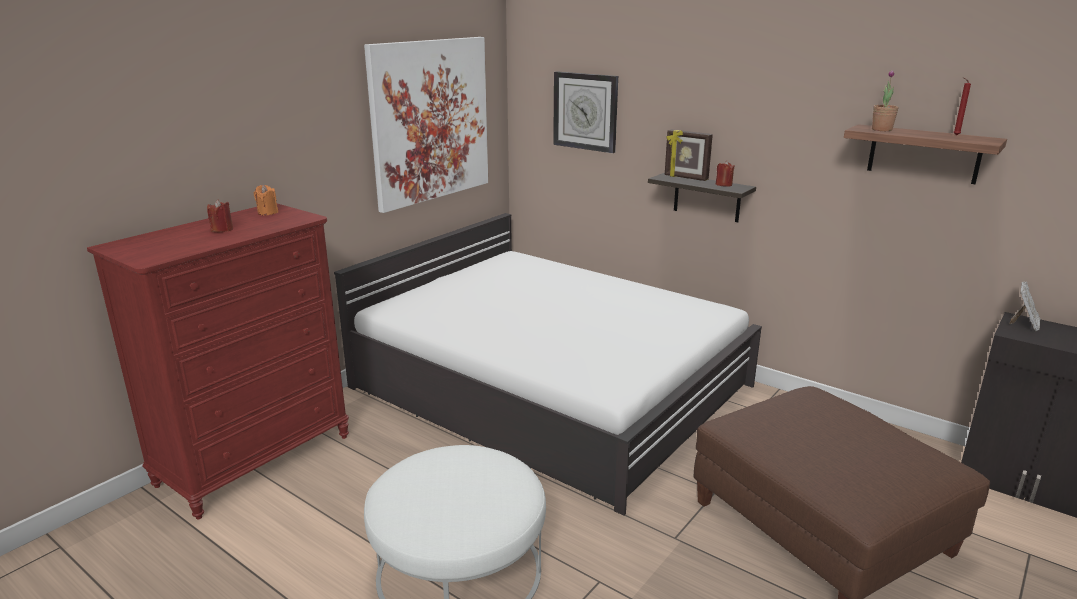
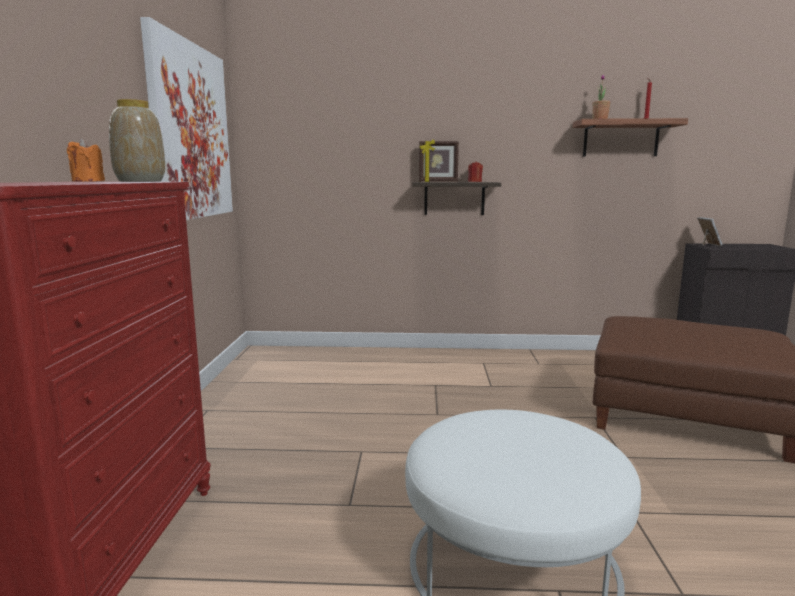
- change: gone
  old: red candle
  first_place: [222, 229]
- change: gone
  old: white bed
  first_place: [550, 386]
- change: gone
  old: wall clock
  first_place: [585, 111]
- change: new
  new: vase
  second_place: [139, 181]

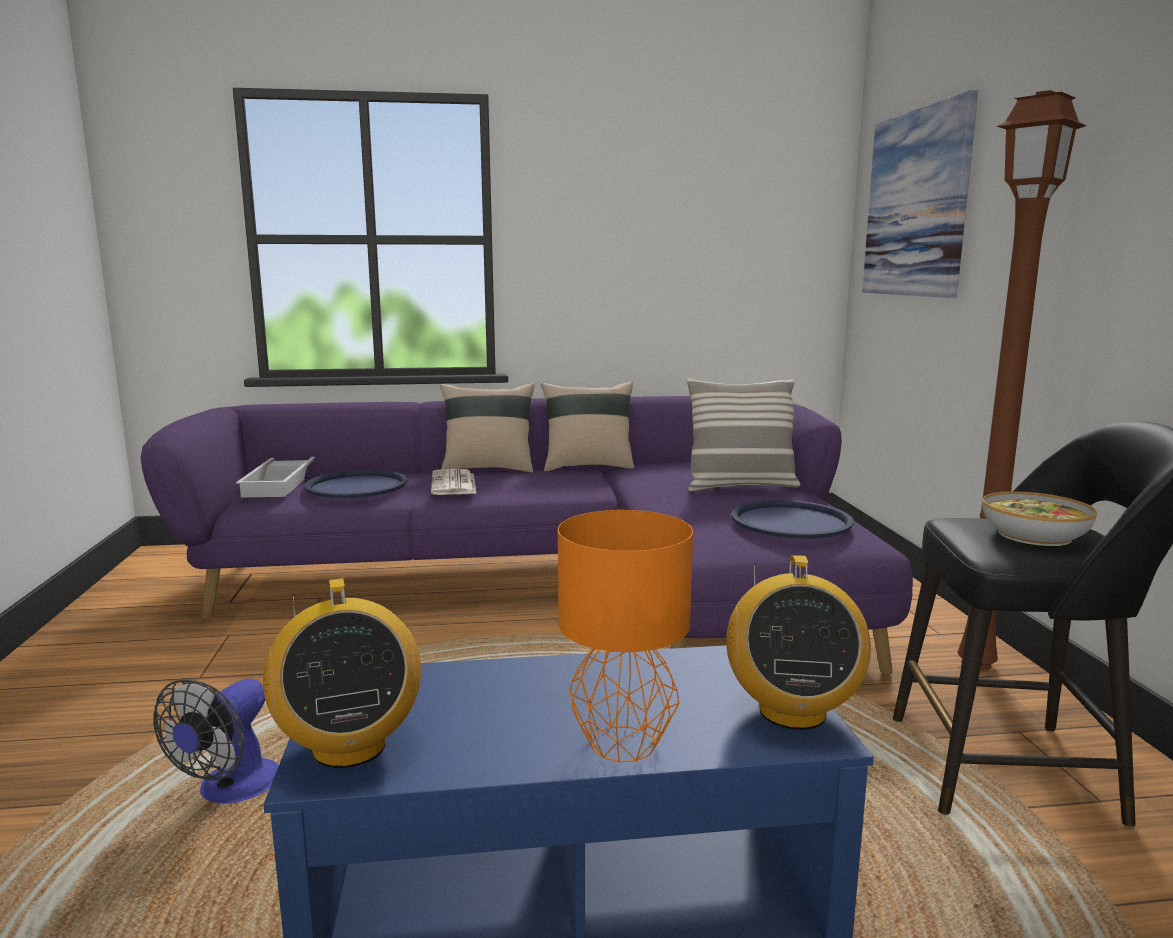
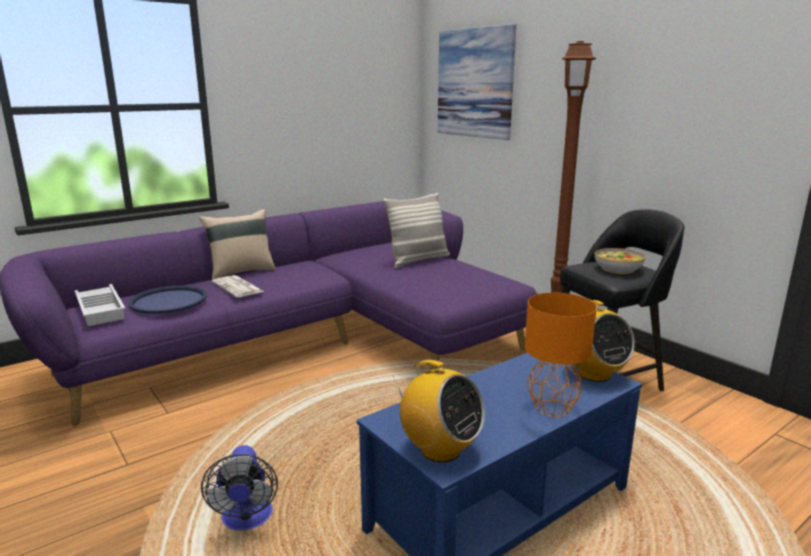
- change: gone
  old: beige pillow
  first_place: [588, 466]
- change: gone
  old: blue tray
  first_place: [790, 521]

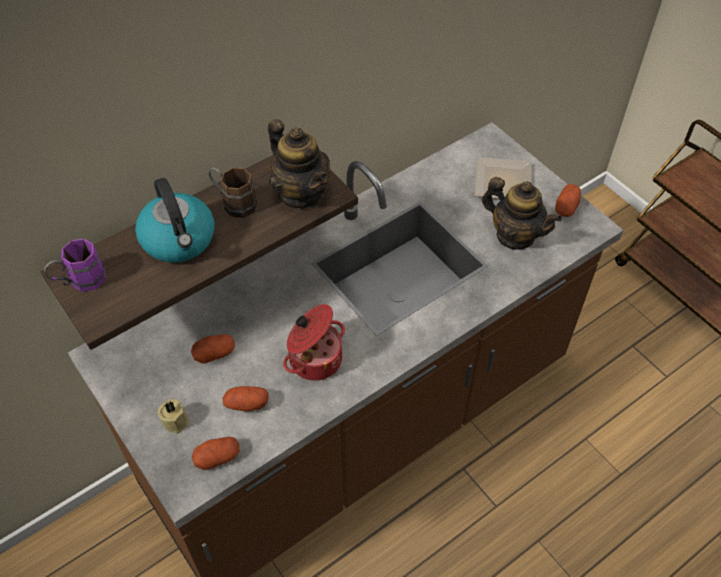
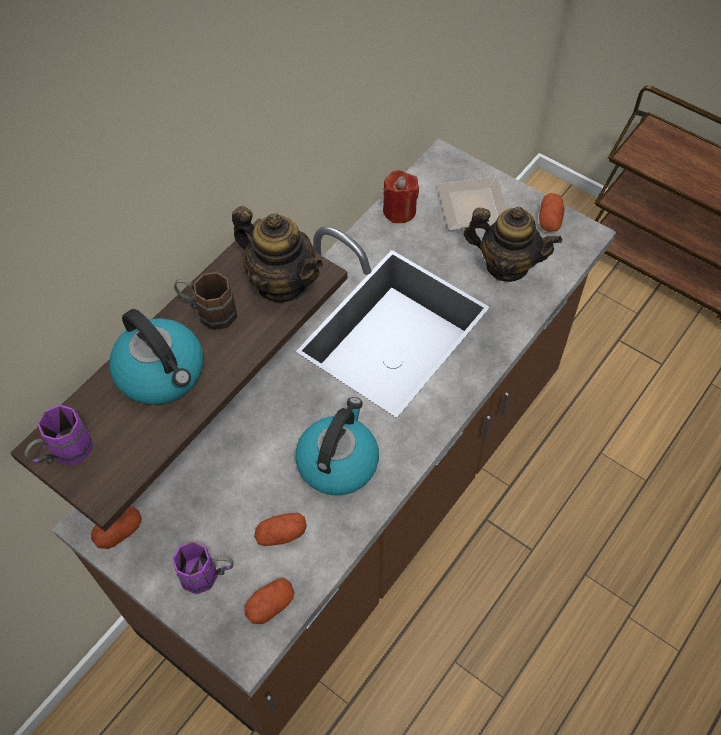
- change: swapped
  old: beige candle
  new: purple mug
  first_place: [176, 420]
  second_place: [208, 575]
- change: shifted
  old: potato
  first_place: [214, 353]
  second_place: [119, 532]
- change: swapped
  old: cooking pot
  new: kettle
  first_place: [314, 358]
  second_place: [338, 461]
- change: new
  new: red candle
  second_place: [399, 211]

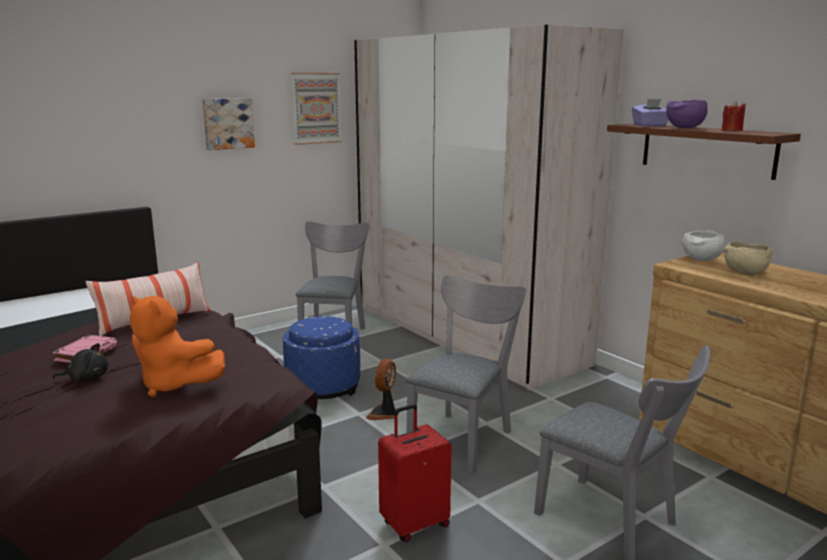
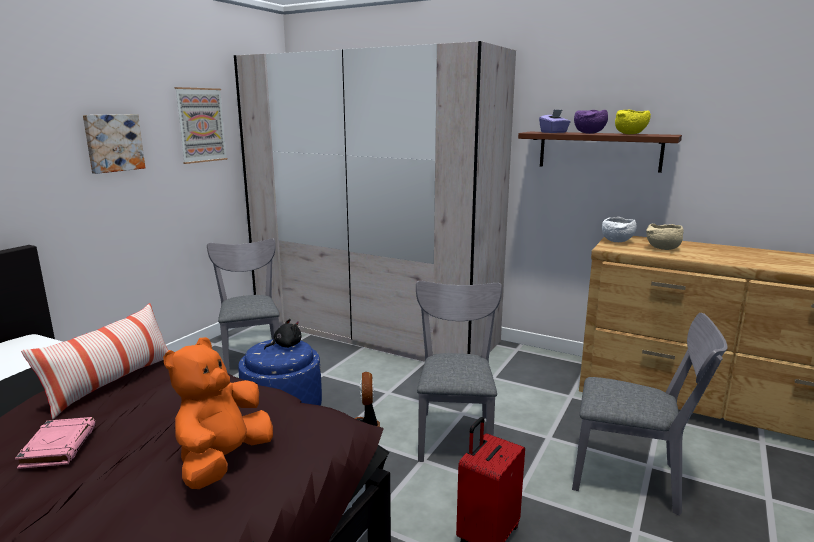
- change: shifted
  old: black plush toy
  first_place: [86, 379]
  second_place: [285, 345]
- change: rotated
  old: orange plush toy
  first_place: [174, 385]
  second_place: [223, 461]
  degrees: 105
- change: swapped
  old: red candle
  new: yellow bowl
  first_place: [731, 130]
  second_place: [630, 134]

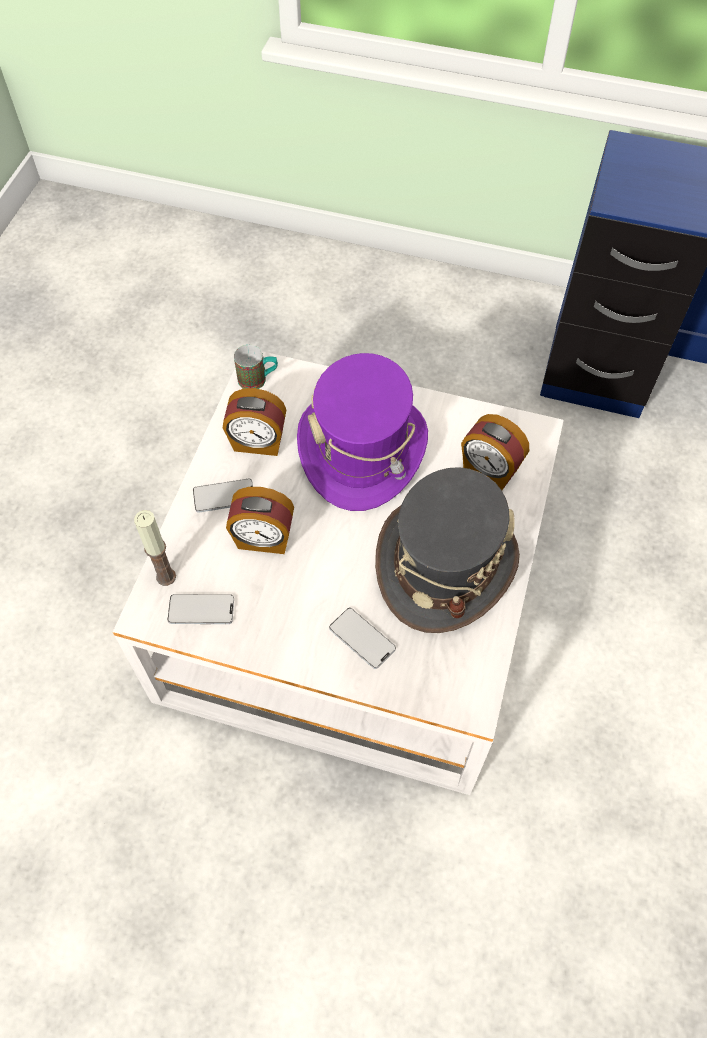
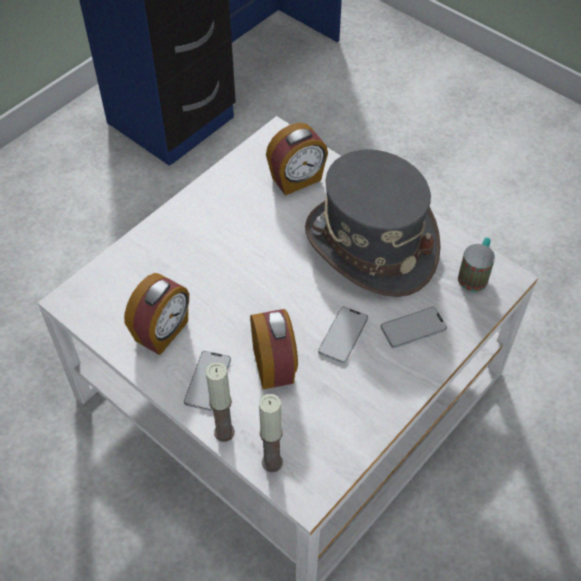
- change: shifted
  old: phone
  first_place: [201, 610]
  second_place: [343, 335]
- change: rotated
  old: alarm clock
  first_place: [263, 539]
  second_place: [274, 365]
  degrees: -45
- change: shifted
  old: mug
  first_place: [258, 380]
  second_place: [475, 274]
- change: gone
  old: purple hat
  first_place: [362, 450]
- change: new
  new: candle
  second_place: [224, 432]

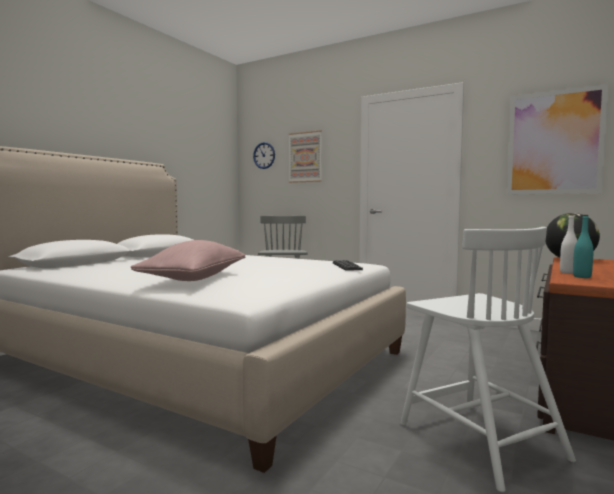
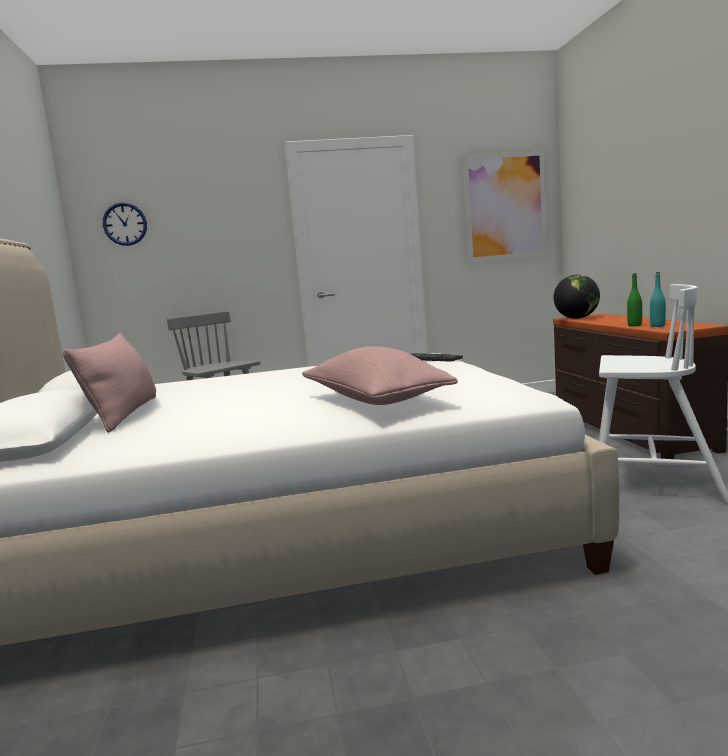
- change: gone
  old: picture
  first_place: [305, 157]
- change: repainted
  old: white bottle
  new: green bottle
  first_place: [568, 272]
  second_place: [634, 325]
- change: new
  new: pink pillow
  second_place: [124, 414]

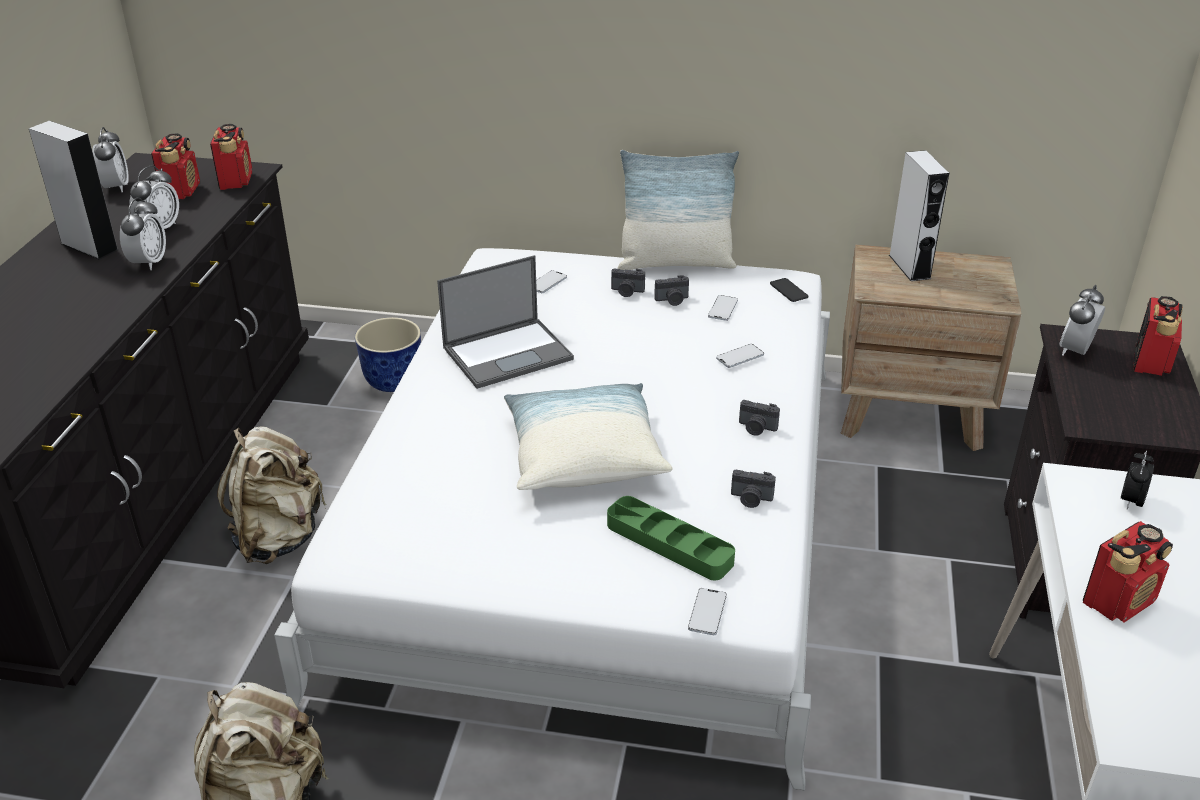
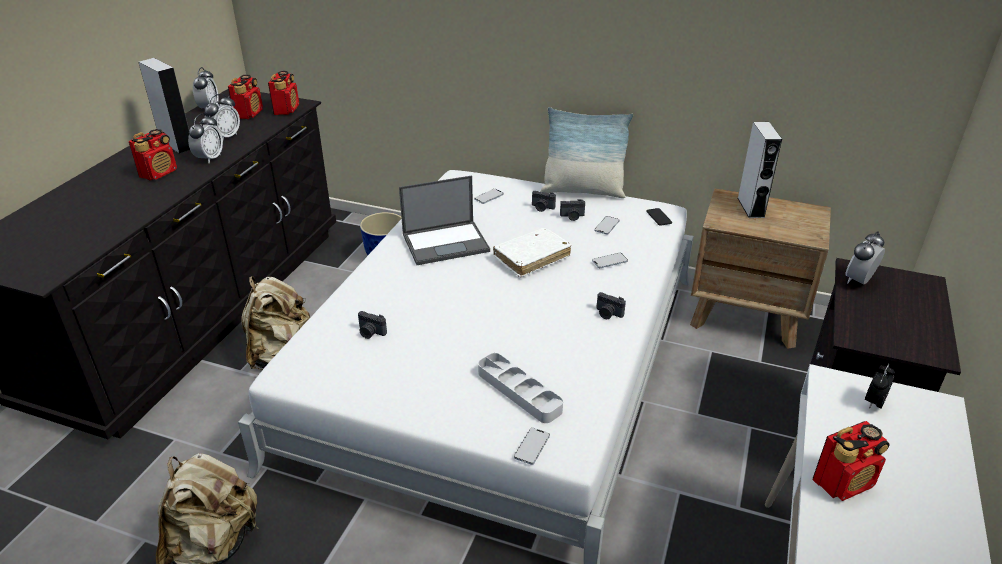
- change: gone
  old: pillow
  first_place: [583, 455]
- change: repainted
  old: green tray
  new: grey tray
  first_place: [669, 543]
  second_place: [519, 391]
- change: shifted
  old: photo camera
  first_place: [751, 499]
  second_place: [370, 333]
- change: shifted
  old: radio
  first_place: [1151, 362]
  second_place: [159, 173]
- change: new
  new: white book
  second_place: [532, 258]

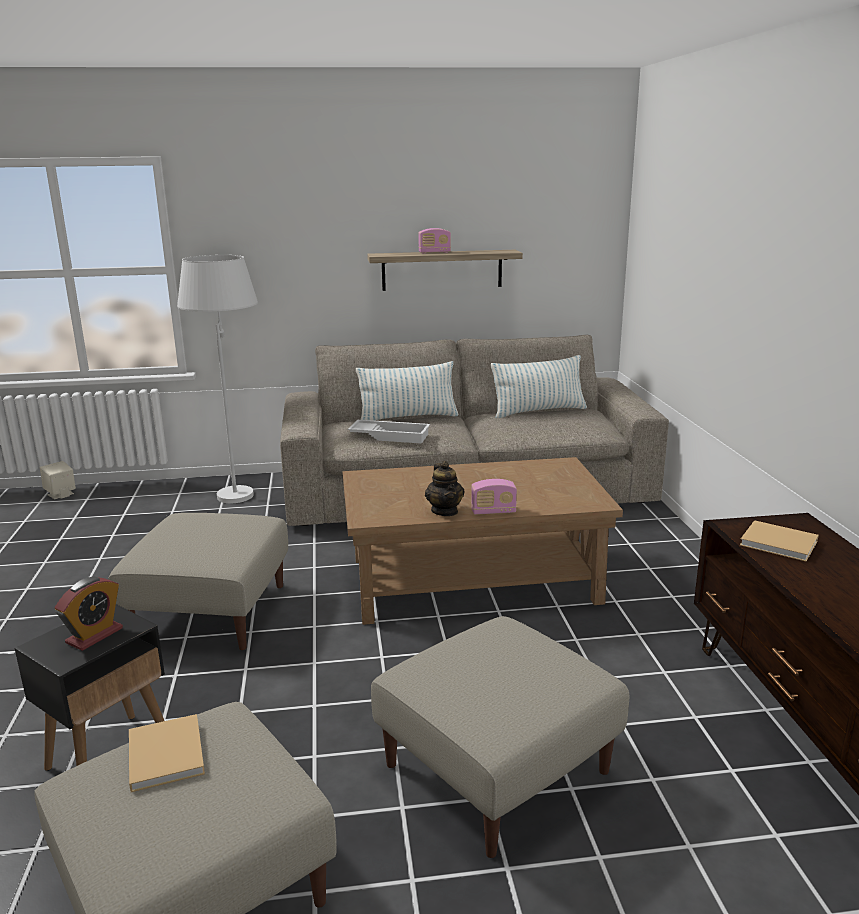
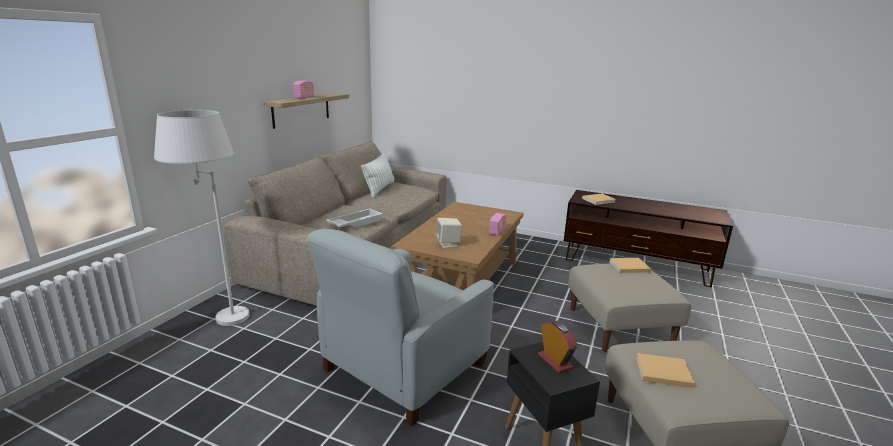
- change: shifted
  old: beige speaker
  first_place: [60, 494]
  second_place: [448, 244]
- change: swapped
  old: beige ottoman
  new: grey armchair
  first_place: [210, 611]
  second_place: [403, 368]
- change: gone
  old: pillow
  first_place: [408, 418]
- change: gone
  old: teapot
  first_place: [445, 511]
- change: new
  new: beige book
  second_place: [628, 266]

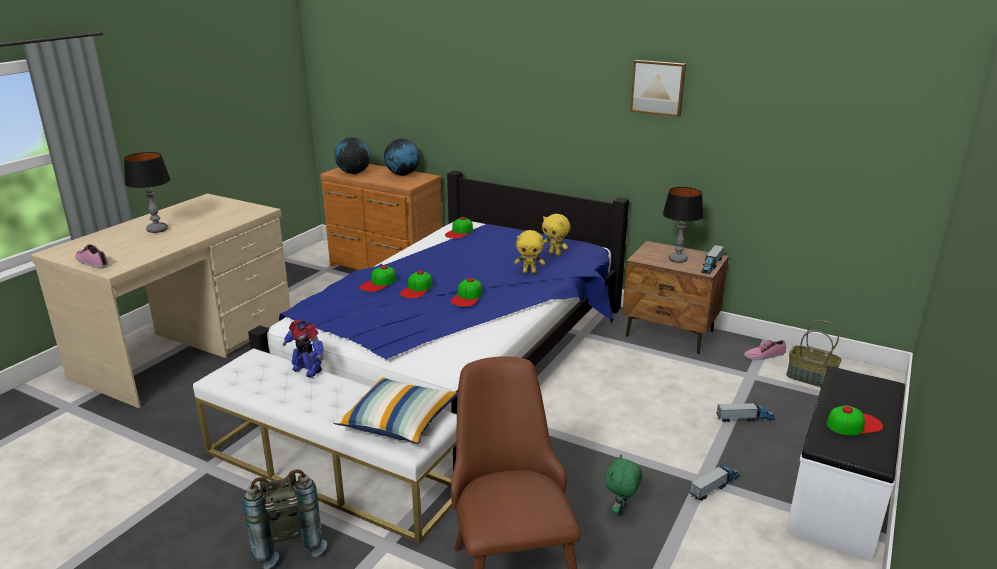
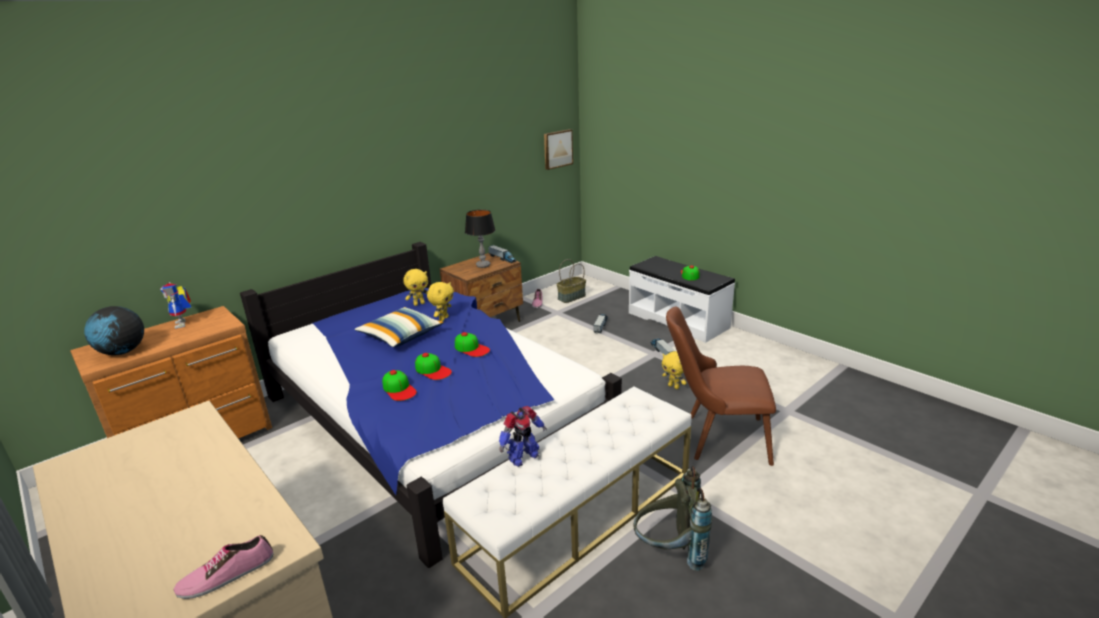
- change: gone
  old: table lamp
  first_place: [157, 230]
- change: shifted
  old: pillow
  first_place: [398, 422]
  second_place: [401, 336]
- change: swapped
  old: globe
  new: toy robot
  first_place: [402, 174]
  second_place: [184, 324]
- change: gone
  old: cap
  first_place: [459, 232]
- change: repainted
  old: green plush toy
  new: yellow plush toy
  first_place: [621, 510]
  second_place: [674, 386]
- change: shifted
  old: picture
  first_place: [658, 87]
  second_place: [557, 149]

